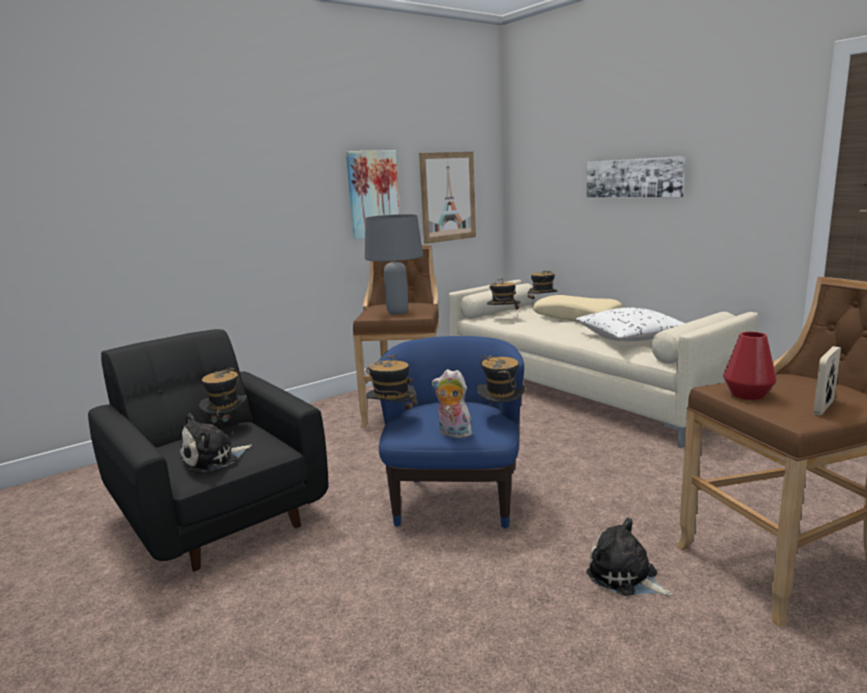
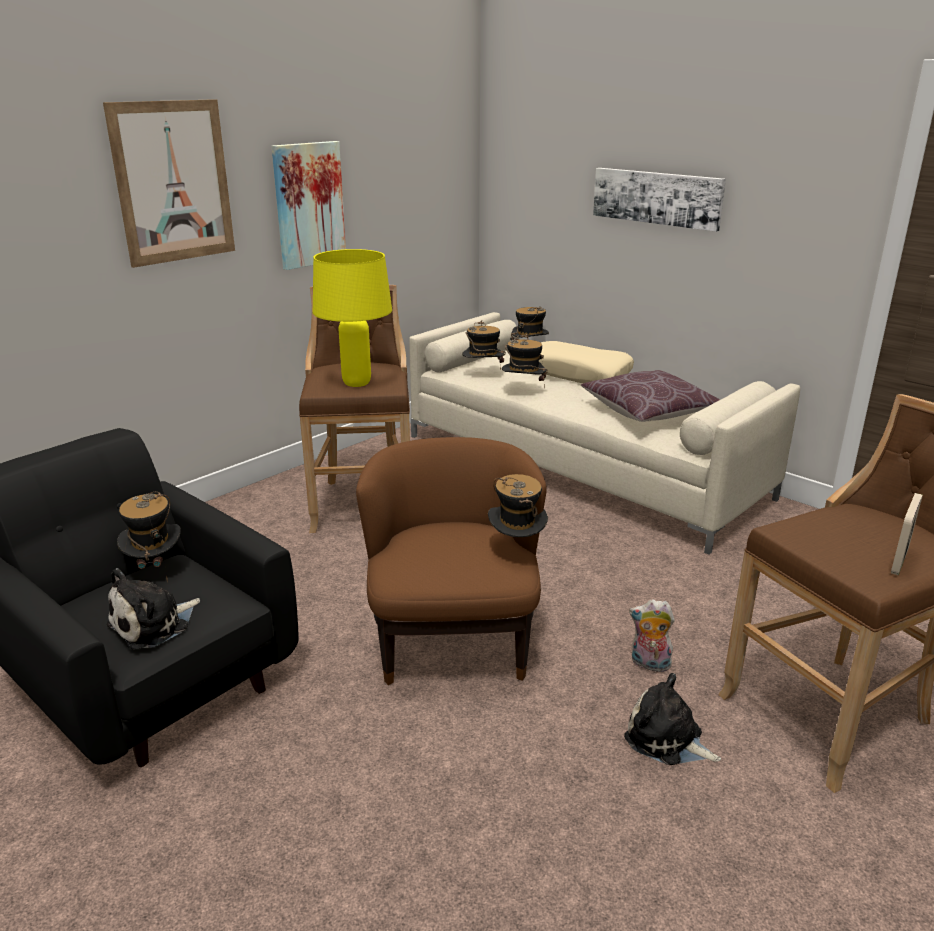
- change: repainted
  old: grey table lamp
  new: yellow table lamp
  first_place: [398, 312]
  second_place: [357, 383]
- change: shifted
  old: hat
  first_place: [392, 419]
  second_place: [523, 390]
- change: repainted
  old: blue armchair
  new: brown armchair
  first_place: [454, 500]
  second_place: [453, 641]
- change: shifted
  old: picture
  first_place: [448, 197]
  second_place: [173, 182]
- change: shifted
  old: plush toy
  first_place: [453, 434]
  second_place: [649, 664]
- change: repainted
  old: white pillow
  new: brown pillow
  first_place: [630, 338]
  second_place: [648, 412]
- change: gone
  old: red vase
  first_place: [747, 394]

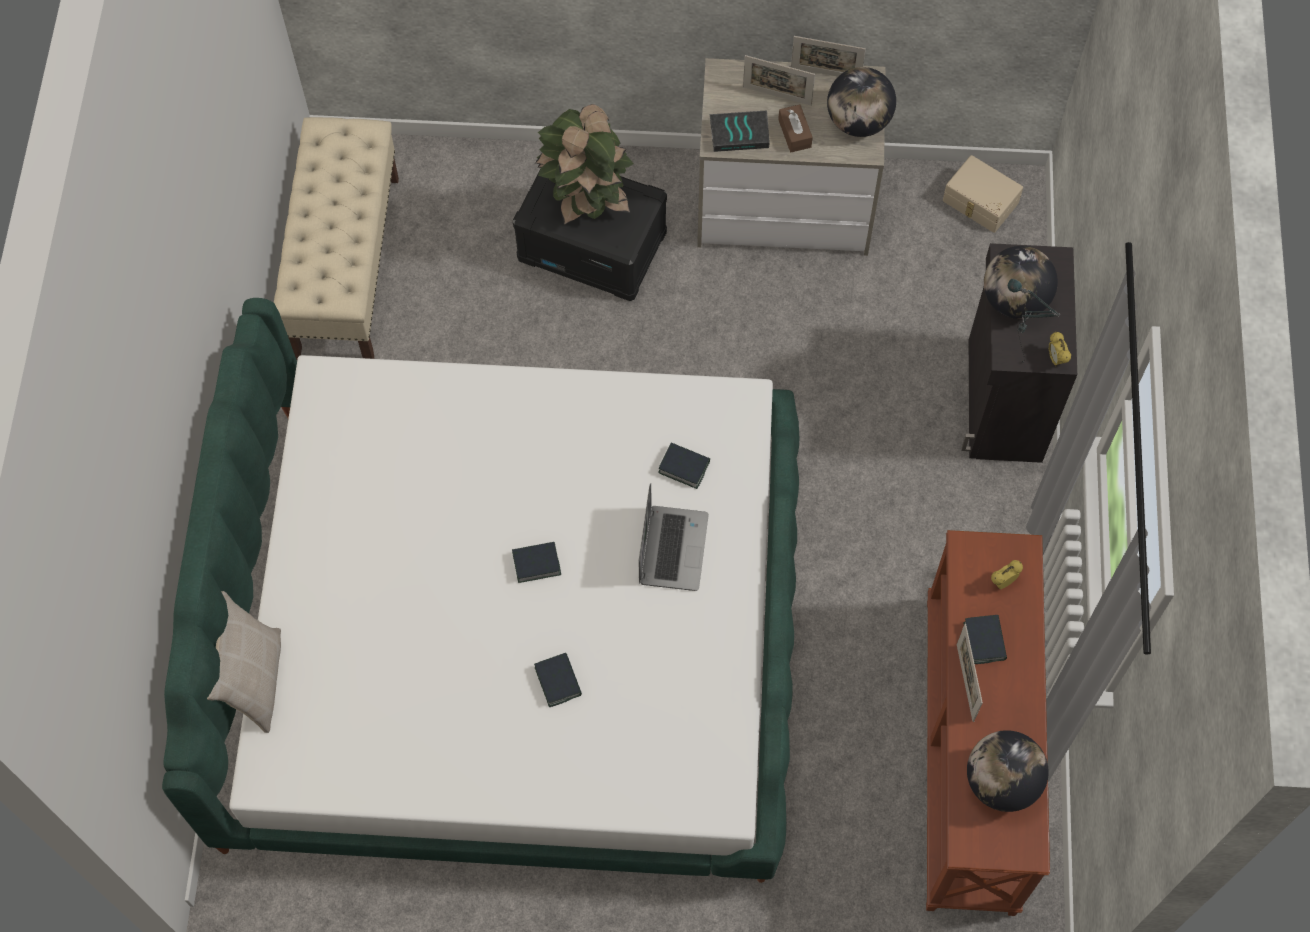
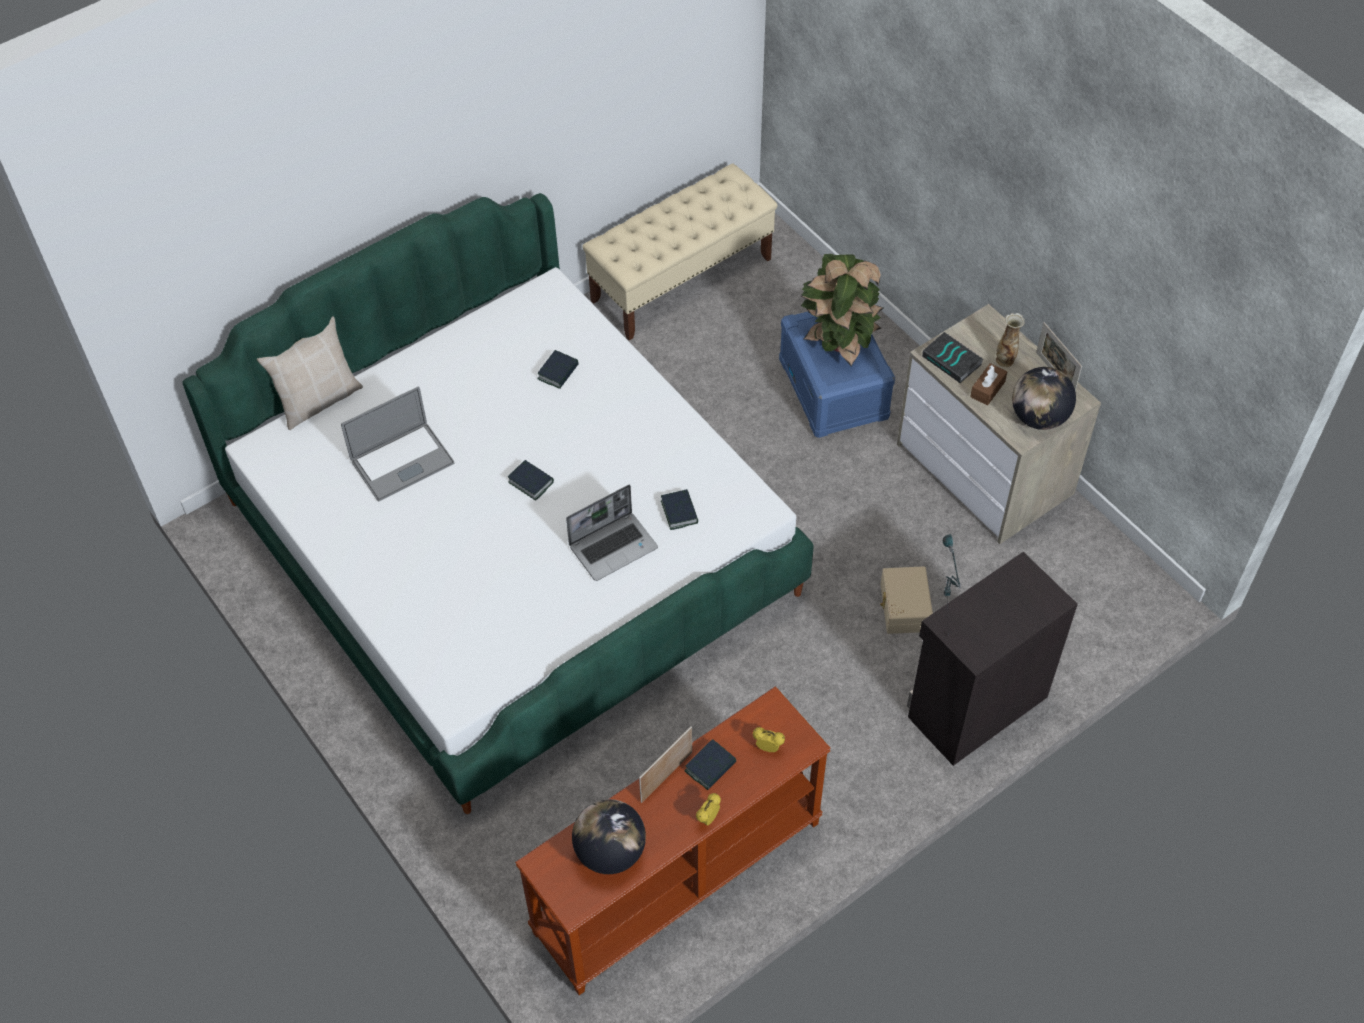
- change: repainted
  old: black storage box
  new: blue storage box
  first_place: [593, 246]
  second_place: [834, 389]
- change: shifted
  old: book
  first_place: [558, 681]
  second_place: [558, 372]
- change: swapped
  old: picture frame
  new: vase
  first_place: [777, 96]
  second_place: [1005, 360]
- change: shifted
  old: beige storage box
  first_place: [979, 203]
  second_place: [903, 607]
- change: gone
  old: globe
  first_place: [1014, 300]
- change: shifted
  old: alarm clock
  first_place: [1056, 359]
  second_place: [708, 818]
- change: new
  new: laptop
  second_place: [402, 462]

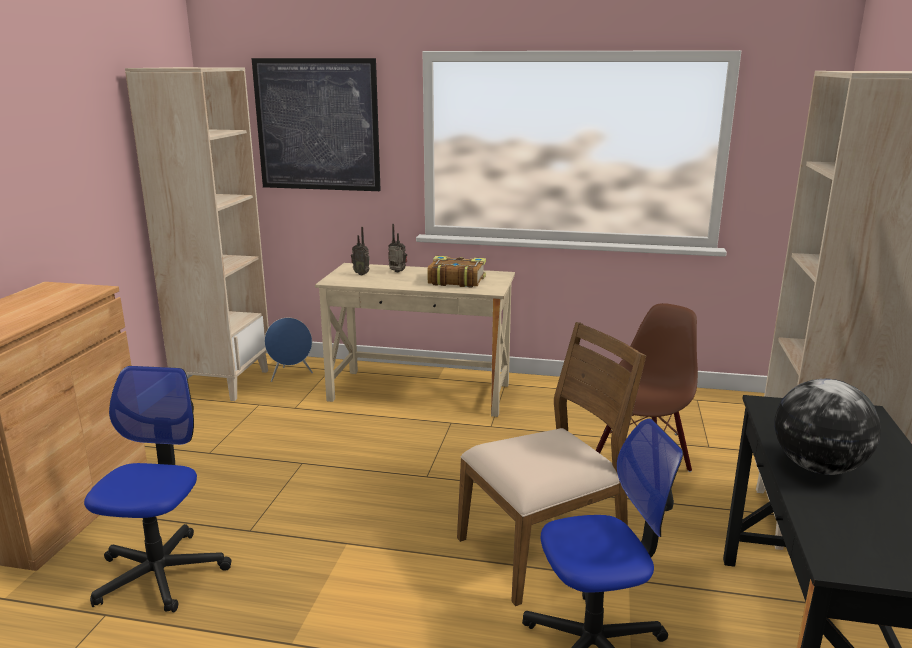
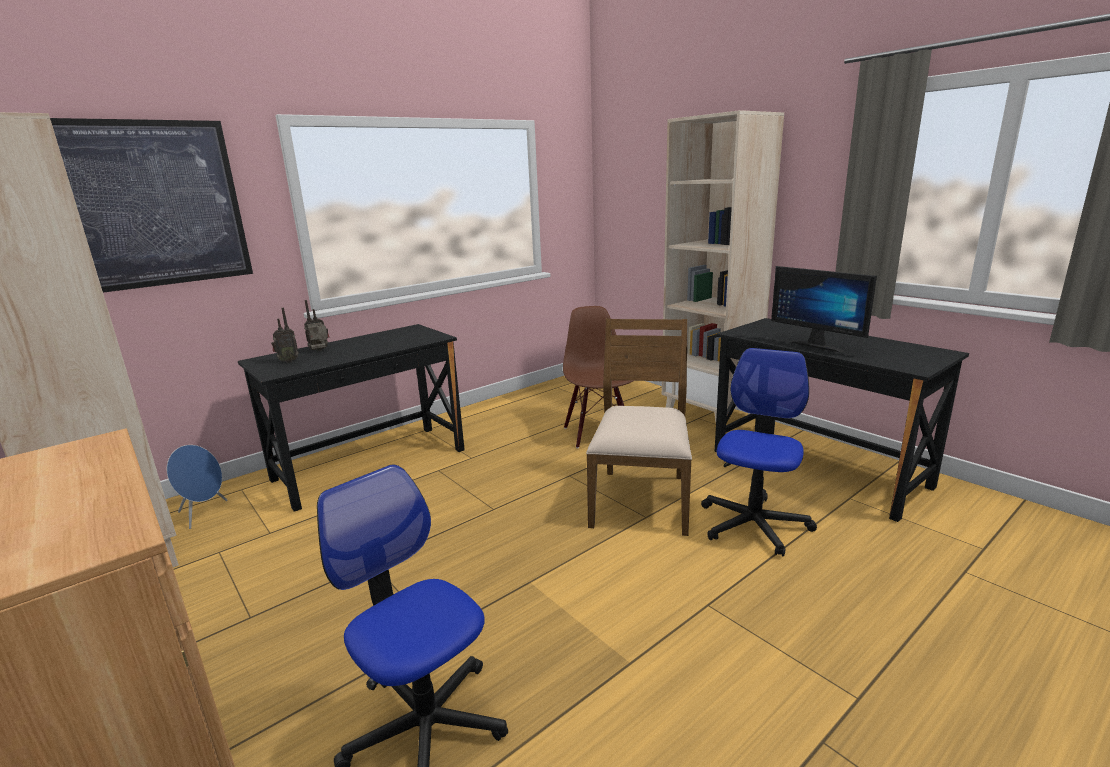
- change: repainted
  old: beige desk
  new: black desk
  first_place: [420, 392]
  second_place: [370, 464]
- change: gone
  old: book
  first_place: [456, 280]
- change: swapped
  old: globe
  new: monitor
  first_place: [818, 468]
  second_place: [819, 345]

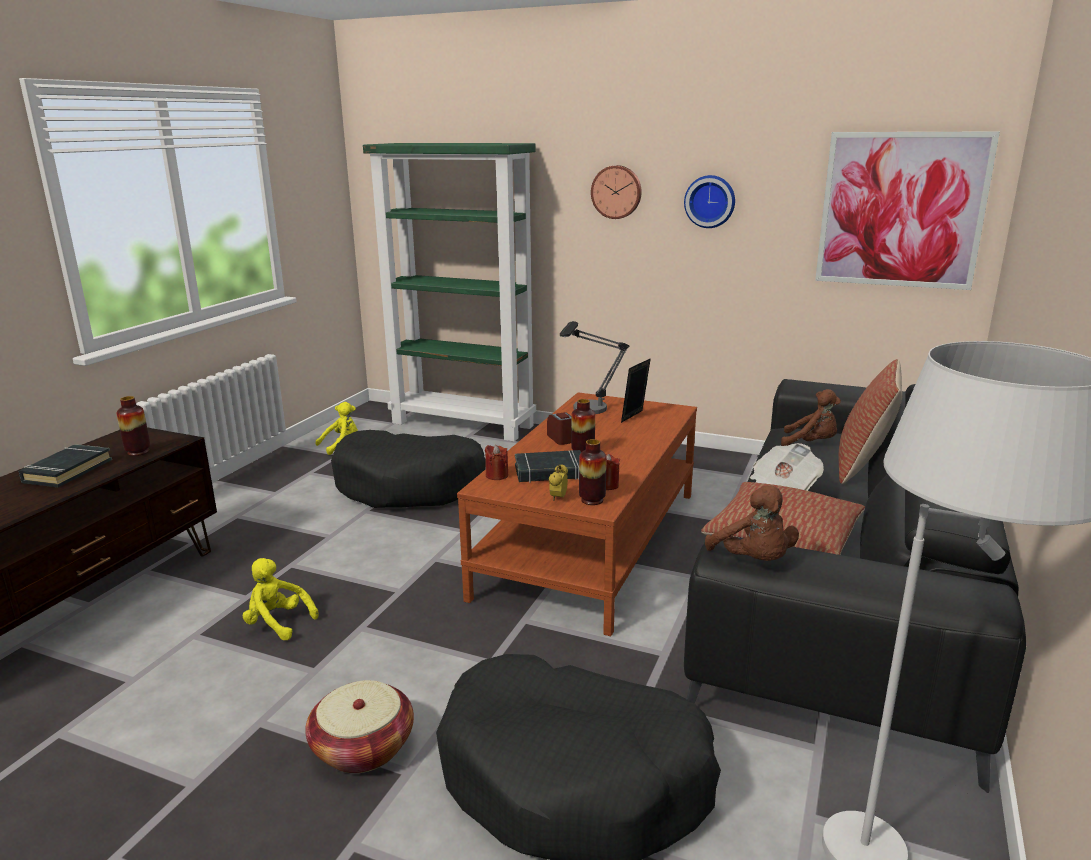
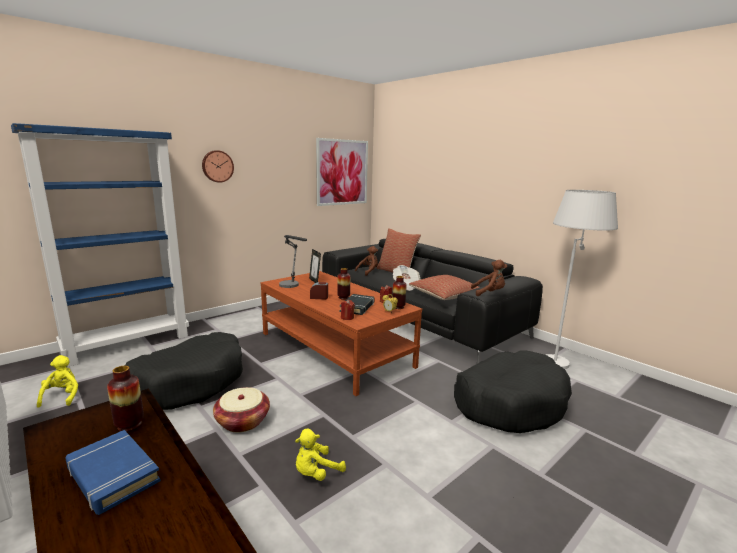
- change: repainted
  old: black book
  new: blue book
  first_place: [67, 471]
  second_place: [112, 475]
- change: shifted
  old: basket
  first_place: [363, 748]
  second_place: [242, 421]
- change: repainted
  old: green bookcase
  new: blue bookcase
  first_place: [464, 424]
  second_place: [129, 344]
- change: gone
  old: wall clock
  first_place: [710, 201]

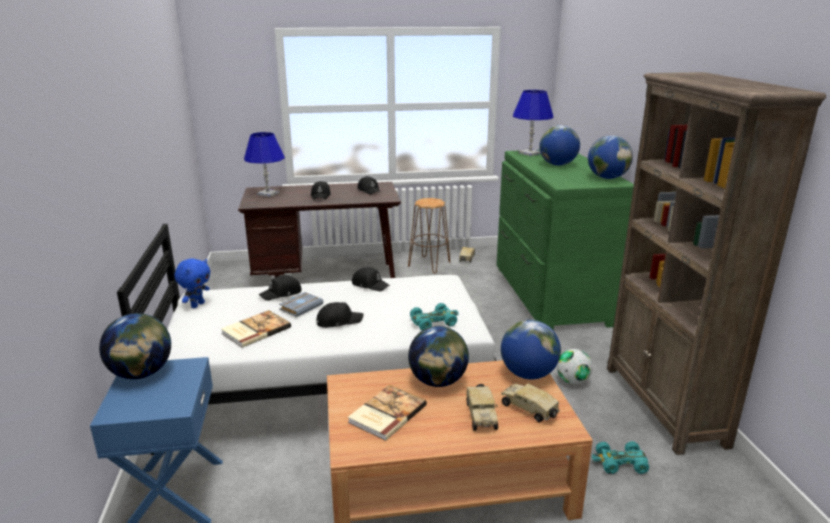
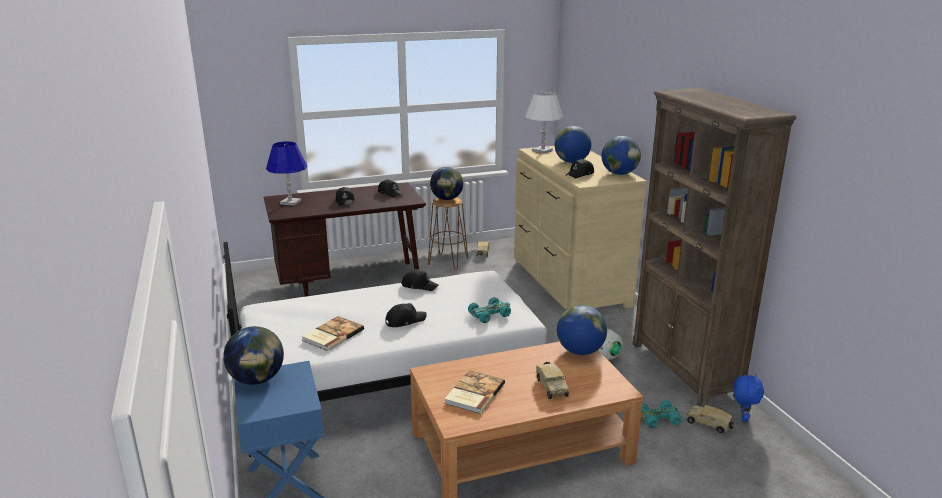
- change: shifted
  old: blue plush toy
  first_place: [197, 305]
  second_place: [742, 418]
- change: shifted
  old: black cap
  first_place: [281, 293]
  second_place: [580, 174]
- change: gone
  old: grey book
  first_place: [301, 306]
- change: shifted
  old: globe
  first_place: [438, 381]
  second_place: [447, 199]
- change: repainted
  old: green dresser
  new: beige dresser
  first_place: [549, 295]
  second_place: [568, 283]
- change: shifted
  old: toy truck
  first_place: [530, 410]
  second_place: [709, 424]
- change: repainted
  old: blue table lamp
  new: white table lamp
  first_place: [530, 153]
  second_place: [542, 150]

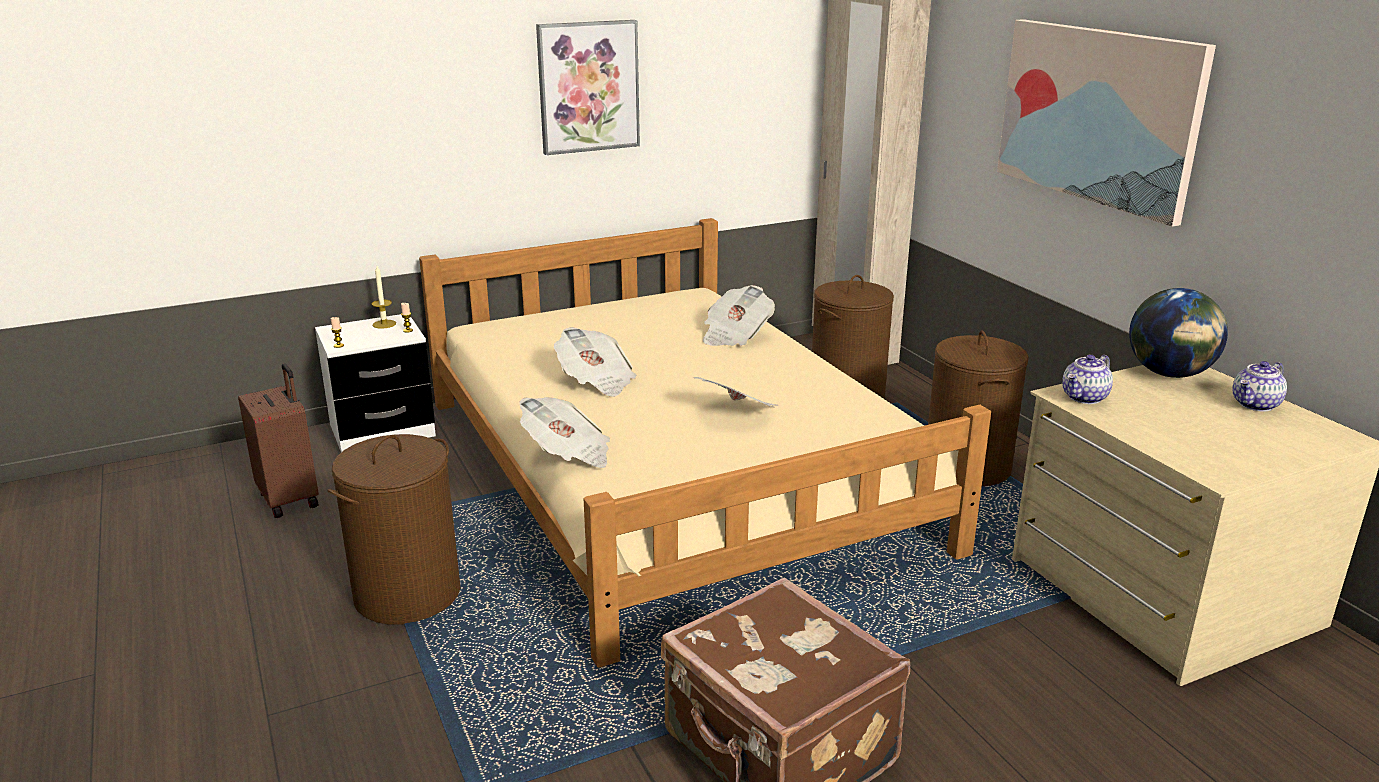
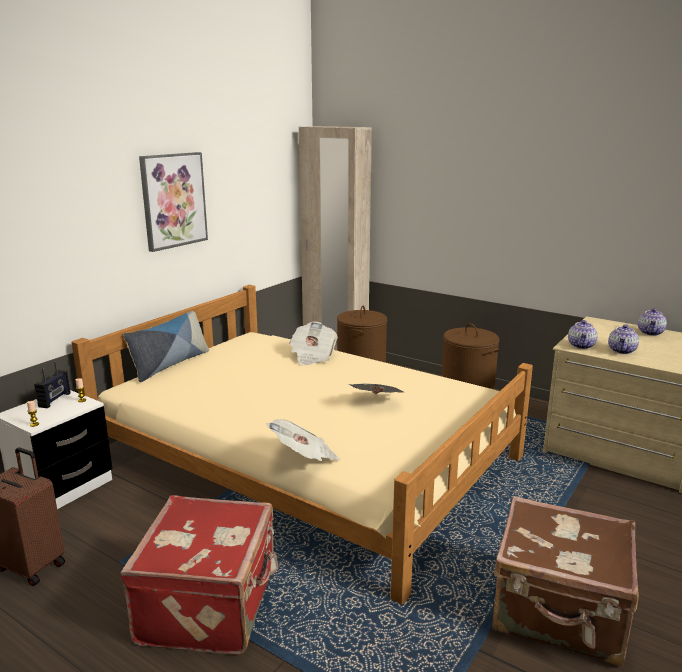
- change: swapped
  old: brown laundry basket
  new: red suitcase
  first_place: [408, 593]
  second_place: [211, 605]
- change: swapped
  old: candle
  new: radio
  first_place: [384, 324]
  second_place: [55, 400]
- change: gone
  old: newspaper
  first_place: [596, 381]
- change: gone
  old: picture
  first_place: [1098, 115]
- change: gone
  old: globe
  first_place: [1169, 374]
- change: new
  new: pillow
  second_place: [170, 364]
- change: new
  new: teapot
  second_place: [622, 351]

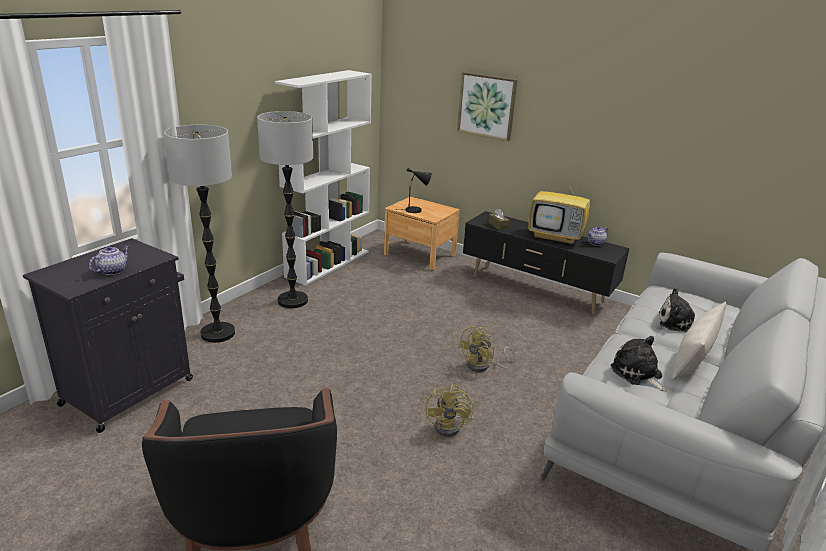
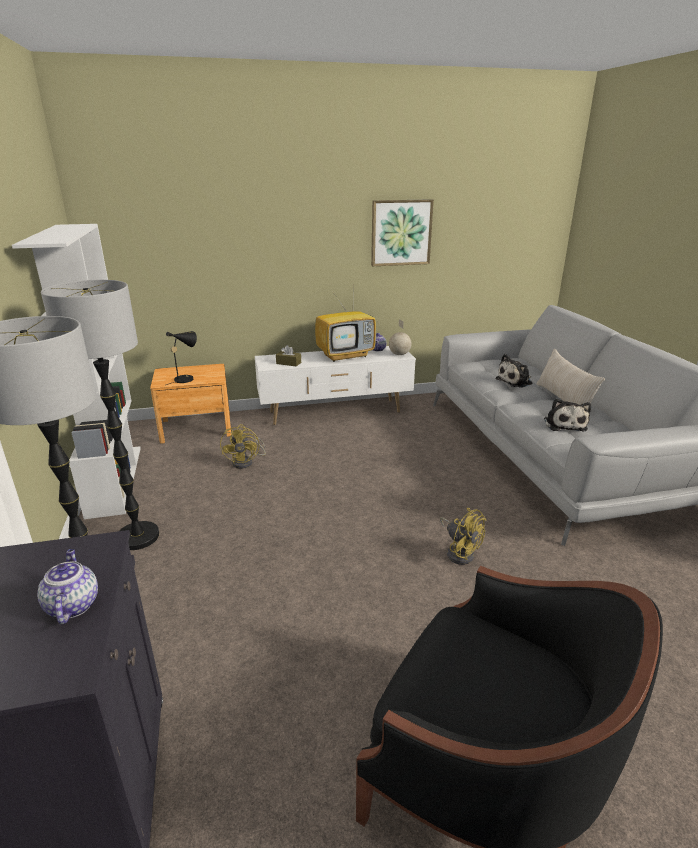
- change: shifted
  old: picture
  first_place: [487, 106]
  second_place: [401, 232]
- change: shifted
  old: yellow fan
  first_place: [483, 366]
  second_place: [246, 462]
- change: repainted
  old: black tv stand
  new: white tv stand
  first_place: [536, 290]
  second_place: [335, 413]
- change: rotated
  old: plush toy
  first_place: [637, 374]
  second_place: [564, 424]
  degrees: -105
- change: new
  new: globe
  second_place: [399, 354]

